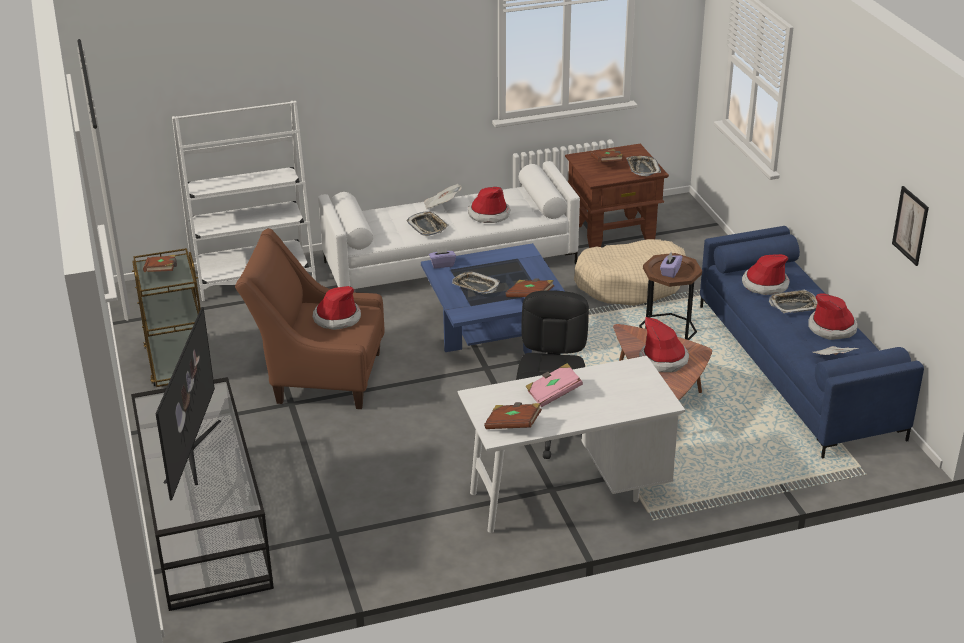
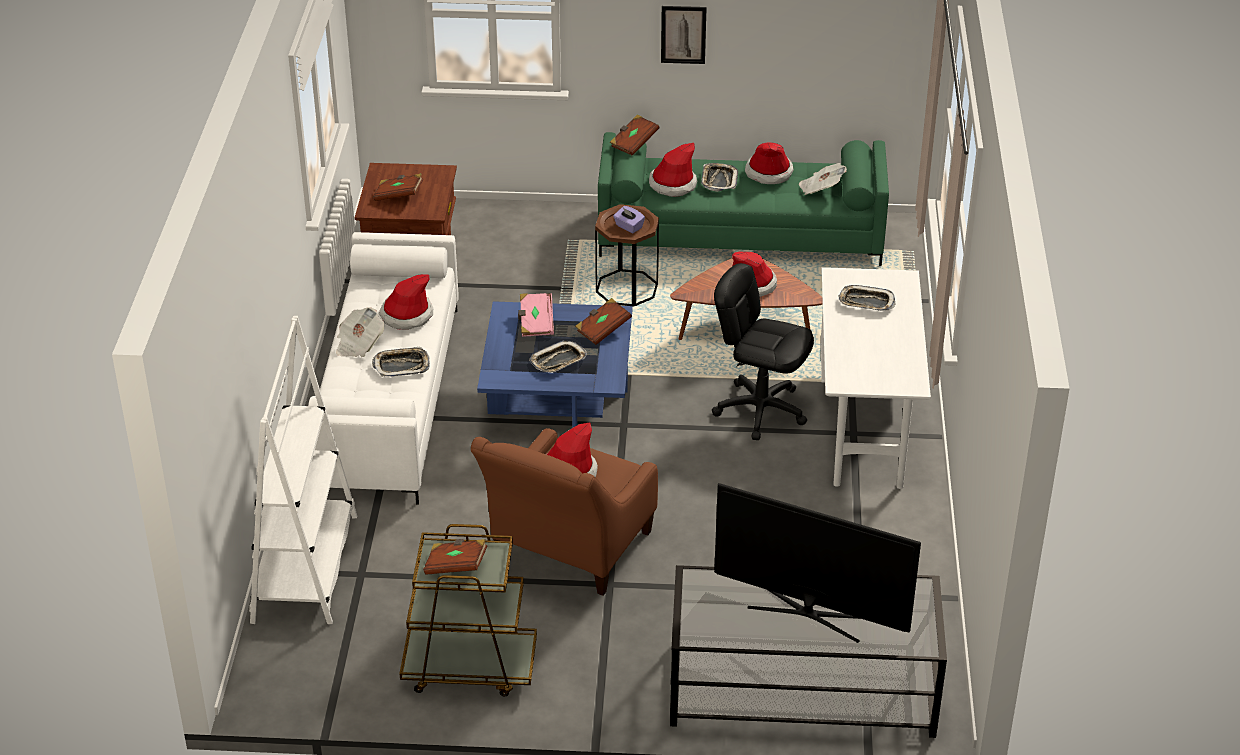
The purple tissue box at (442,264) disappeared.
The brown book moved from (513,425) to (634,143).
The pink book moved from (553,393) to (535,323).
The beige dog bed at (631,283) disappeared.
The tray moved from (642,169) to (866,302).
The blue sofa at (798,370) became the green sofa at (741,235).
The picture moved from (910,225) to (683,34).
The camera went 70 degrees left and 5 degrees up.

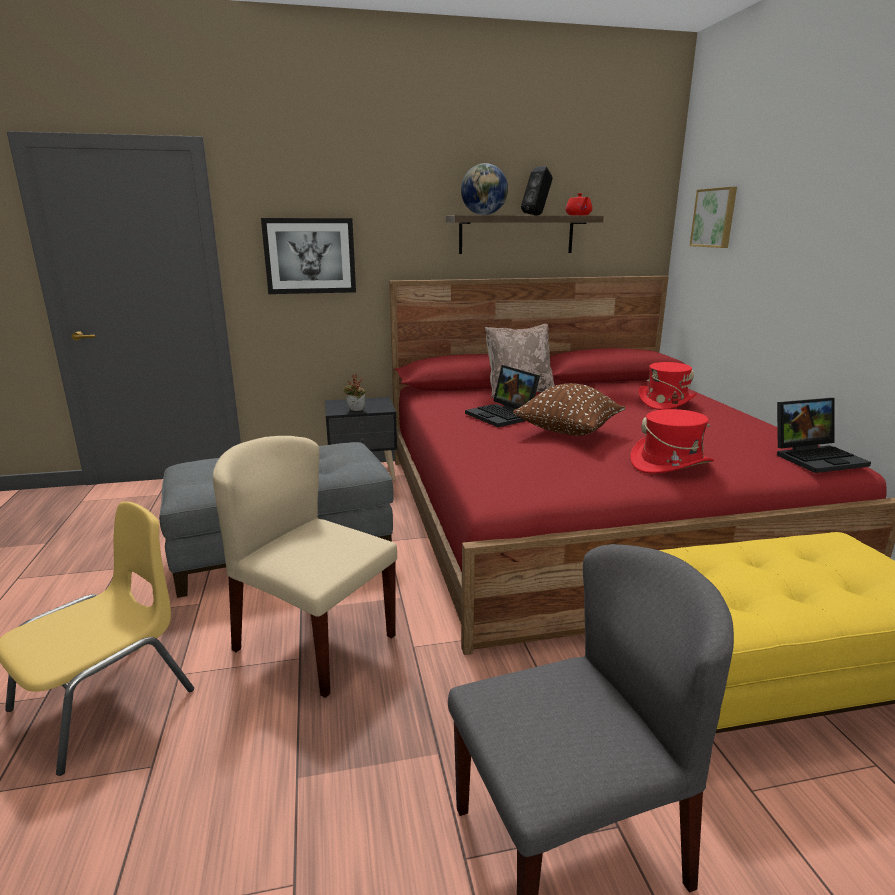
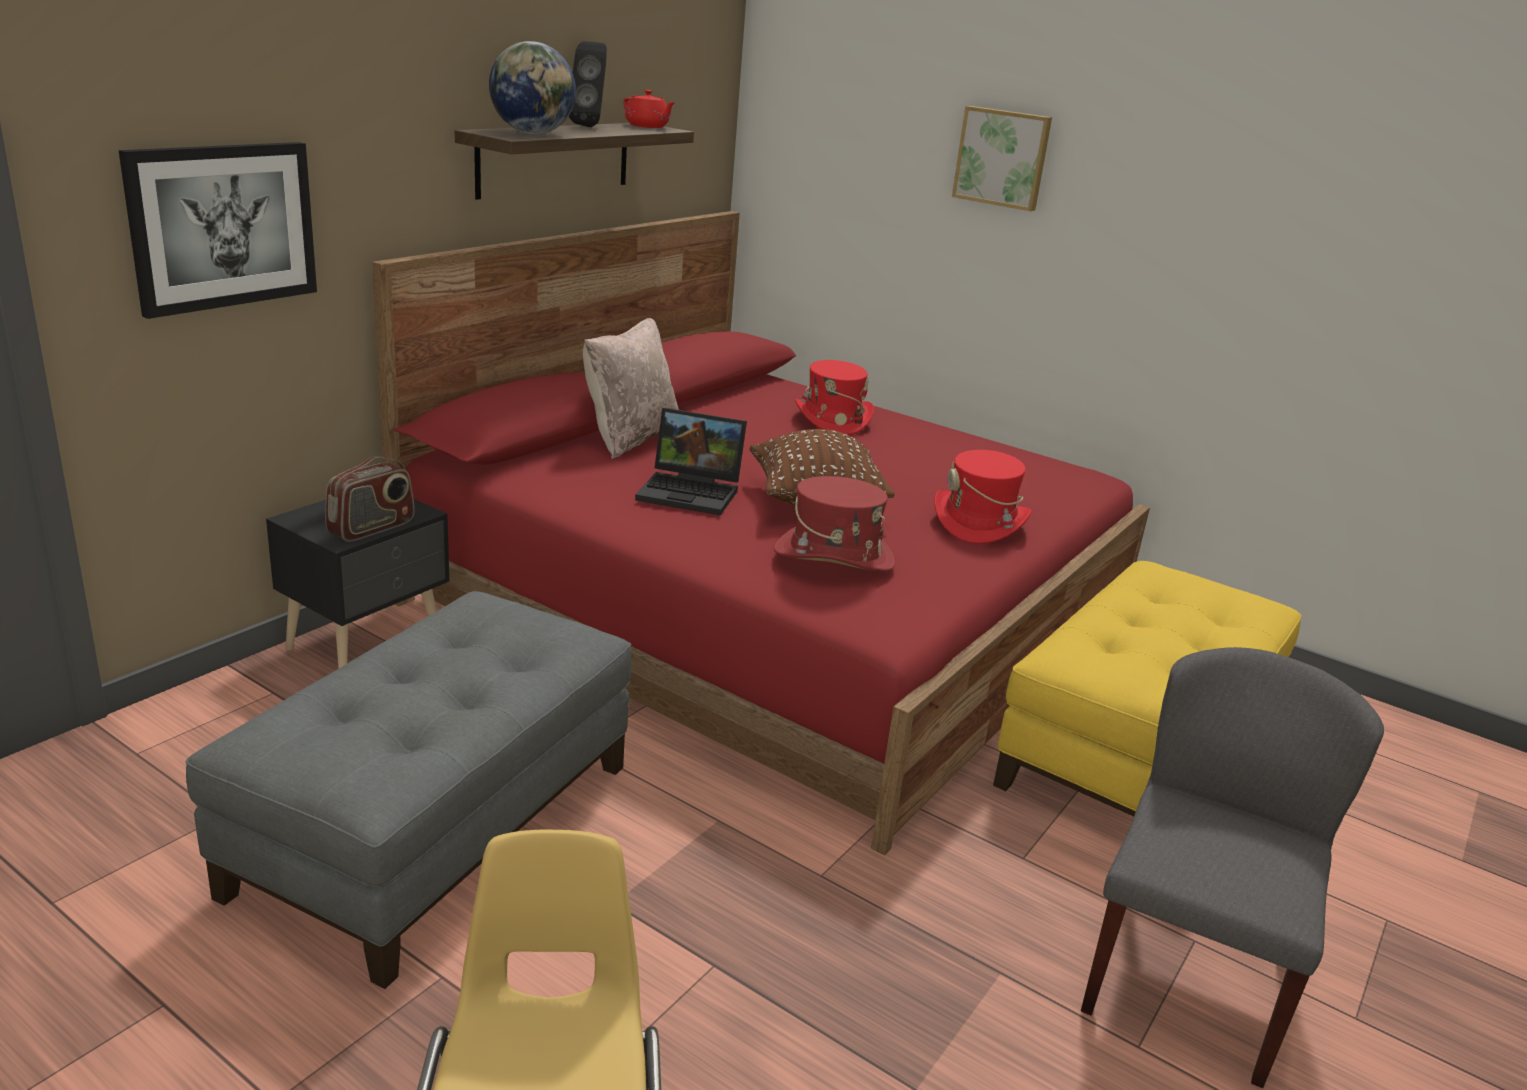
The beige chair at (313,642) disappeared.
The potted plant at (355,410) was replaced by the radio at (372,528).
The picture moved from (715,218) to (1002,158).
The laptop at (817,457) disappeared.
The red hat at (833,557) appeared.
The camera went 45 degrees left and 5 degrees up.

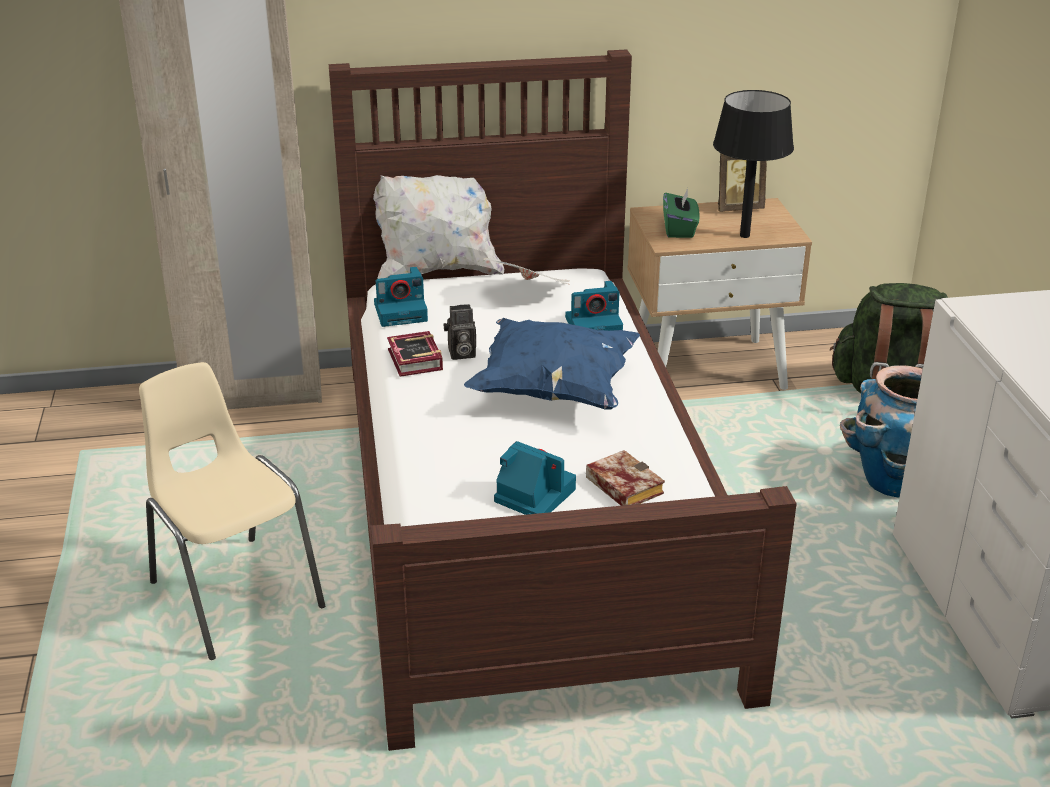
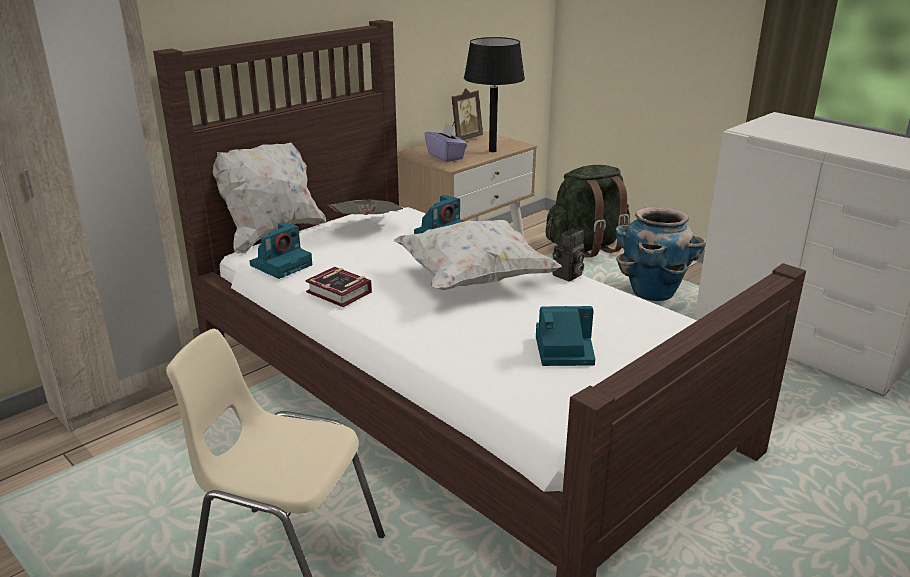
The photo camera moved from (460,354) to (567,276).
The blue pillow at (553,390) became the white pillow at (473,279).
The book at (620,485) disappeared.
The green tissue box at (679,229) became the purple tissue box at (446,156).
The camera went 35 degrees left and 5 degrees down.

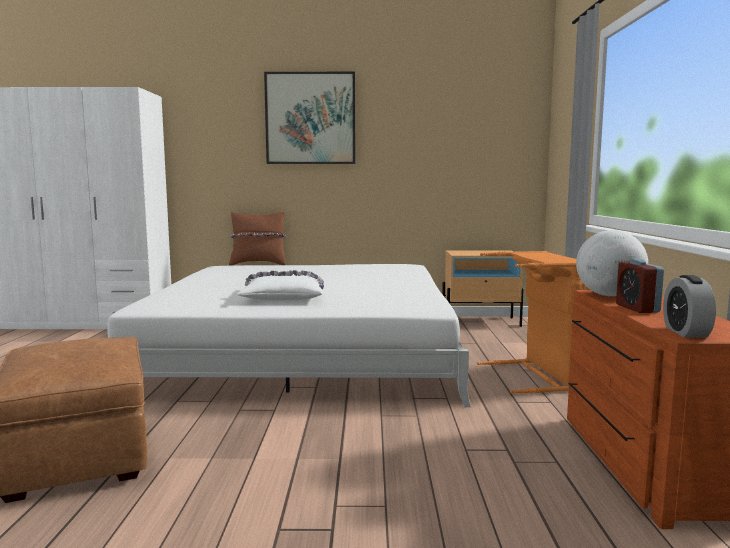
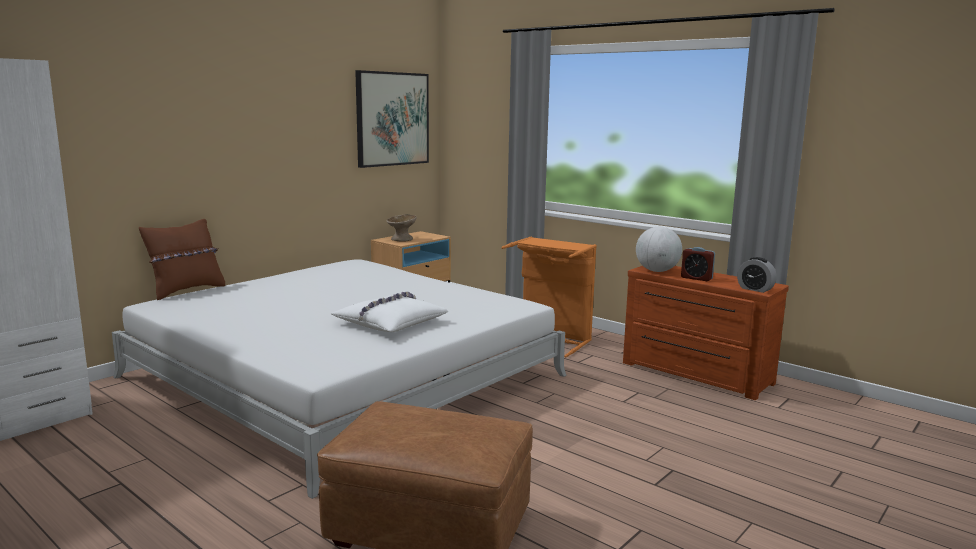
The picture moved from (310,118) to (392,119).
The beige bowl at (402,239) appeared.
The camera went 50 degrees left and 5 degrees up.

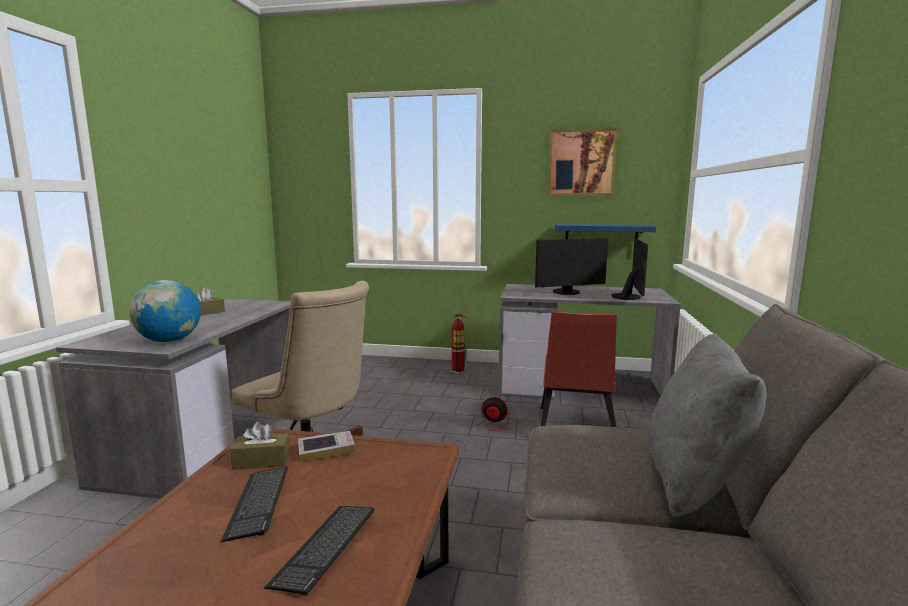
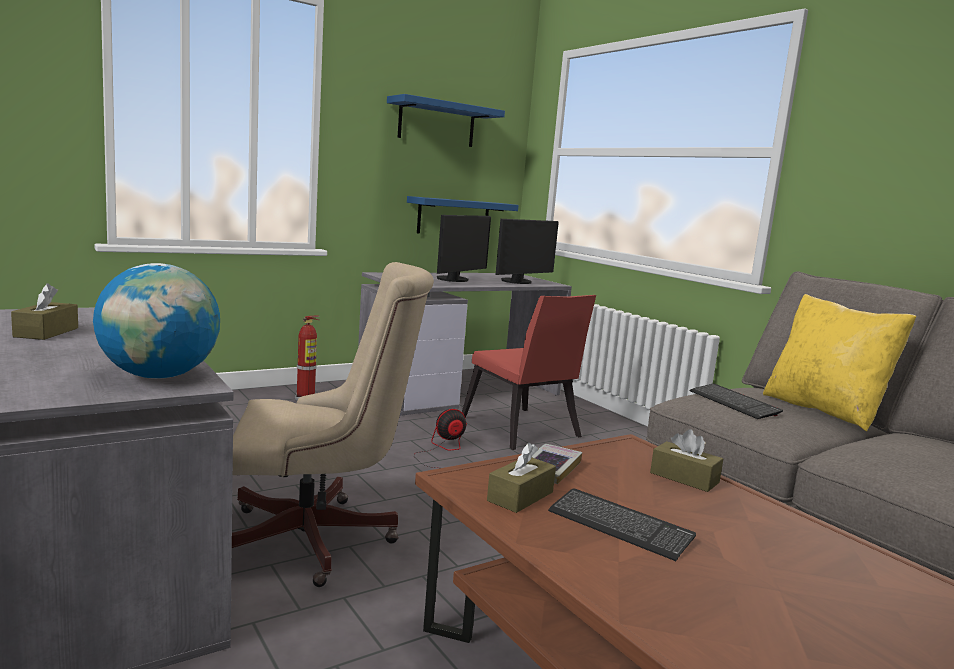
The keyboard moved from (325,548) to (733,403).
The picture at (581,163) was replaced by the blue shelf at (437,123).
The monitor at (629,297) turned 75 degrees clockwise.
The grey pillow at (694,481) became the yellow pillow at (824,410).
The brown tissue box at (684,478) appeared.
The camera went 45 degrees left and 0 degrees up.

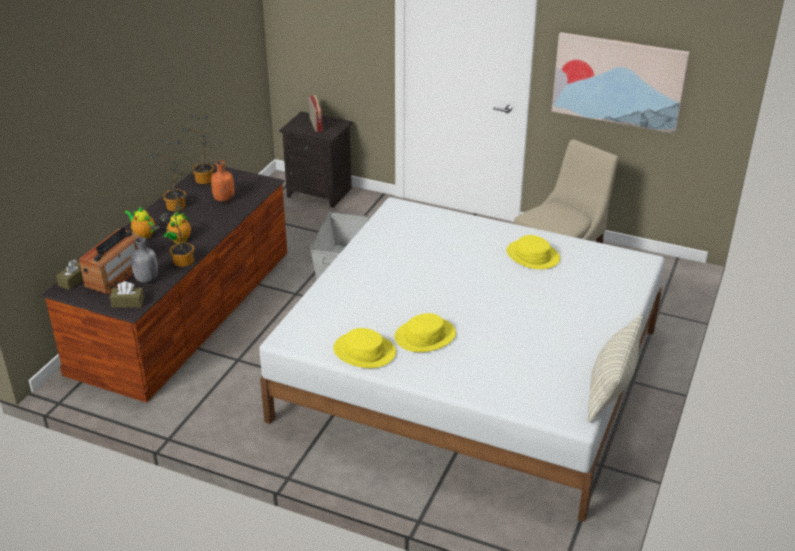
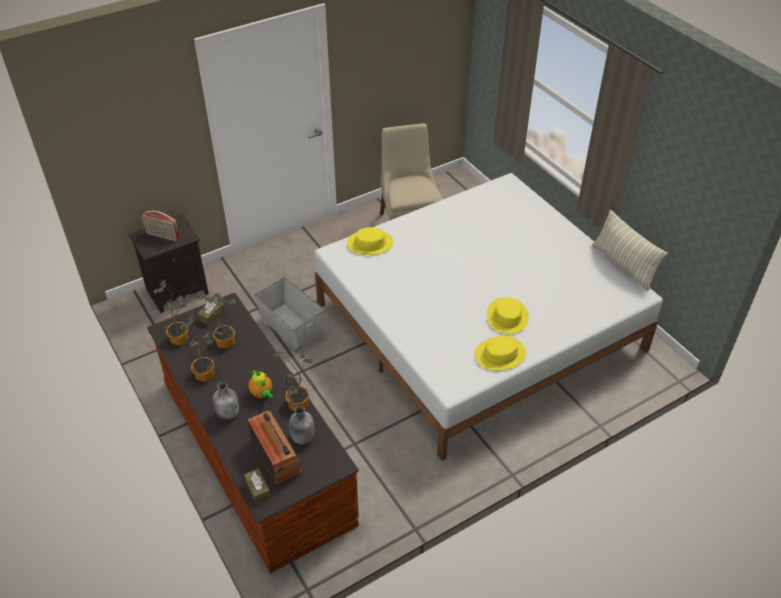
The brown tissue box moved from (128,302) to (212,315).
The teapot at (143,234) was replaced by the grey bottle at (228,413).
The orange bottle at (224,199) was replaced by the potted plant at (225,340).
The yellow hat moved from (532,255) to (370,243).
The picture at (618,81) disappeared.
The camera went 55 degrees left and 10 degrees up.

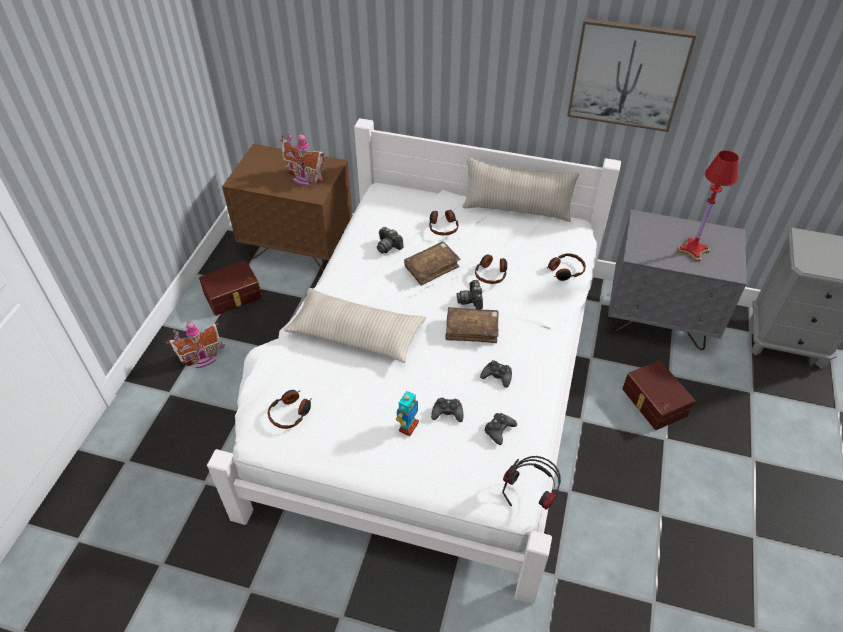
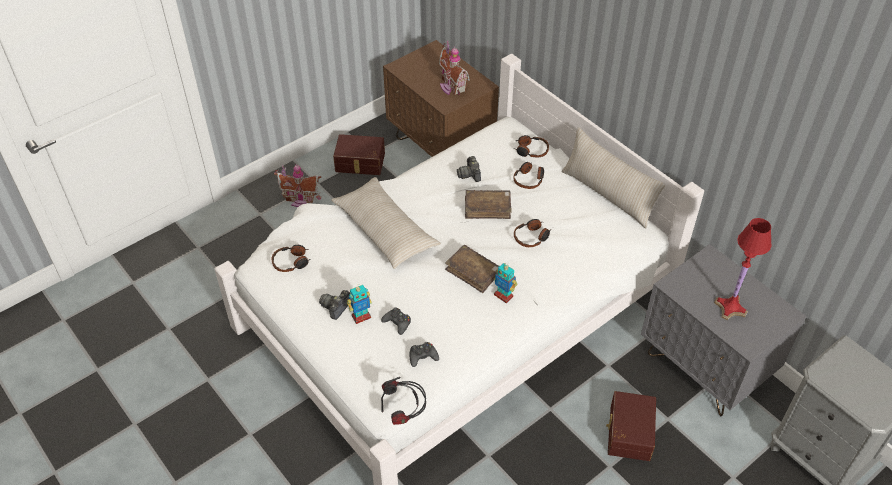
The photo camera moved from (471,300) to (336,307).
The black game controller at (497,376) disappeared.
The headphones moved from (565,271) to (531,150).
The picture at (628,74) disappeared.
The toy robot at (503,295) appeared.
The camera went 35 degrees right and 0 degrees up.

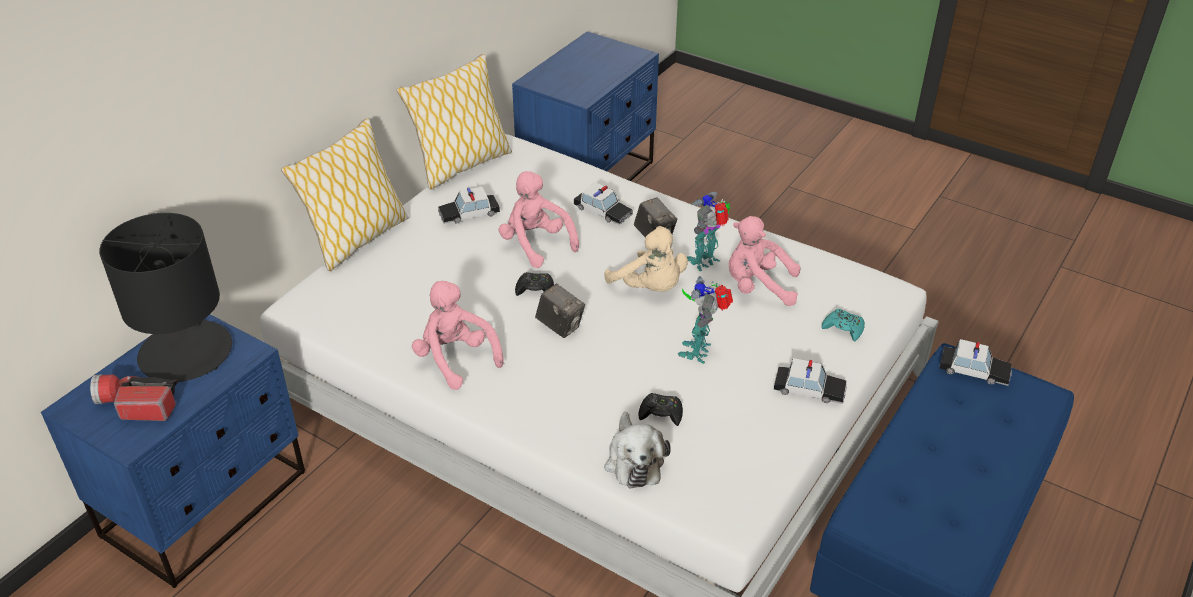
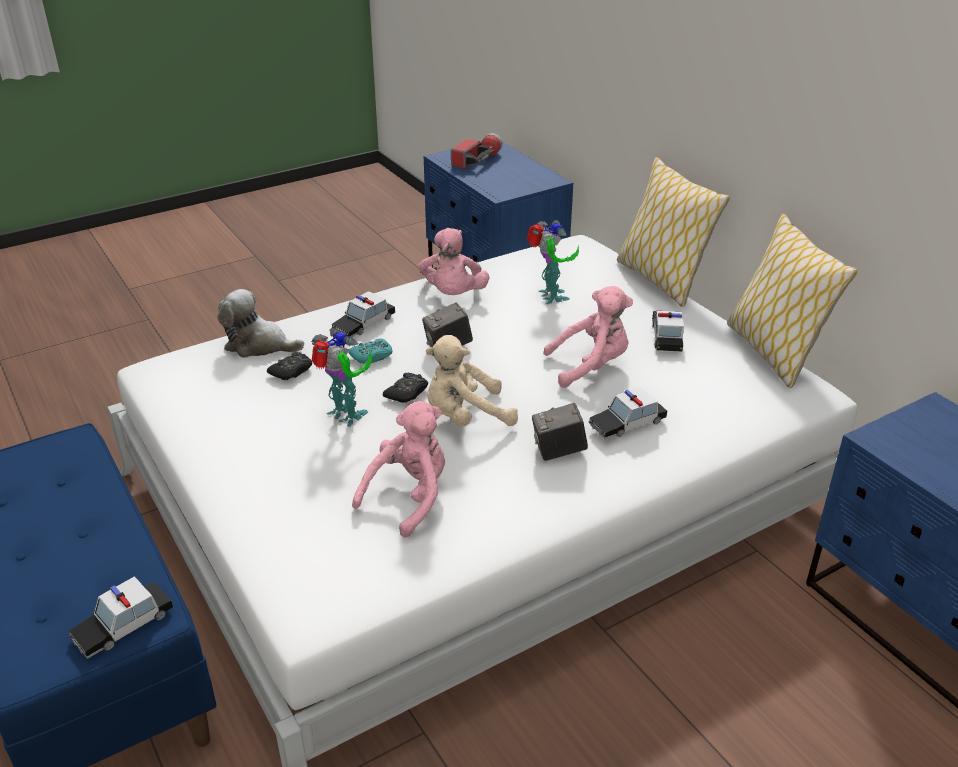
The black table lamp at (186,352) disappeared.
The pink plush toy at (455,359) turned 105 degrees clockwise.
The black game controller moved from (535,289) to (407,393).
The toy robot moved from (706,261) to (550,297).
The toy car moved from (809,390) to (364,324).
The turquoise game controller moved from (843,328) to (372,356).
The camera went 115 degrees right and 5 degrees down.

